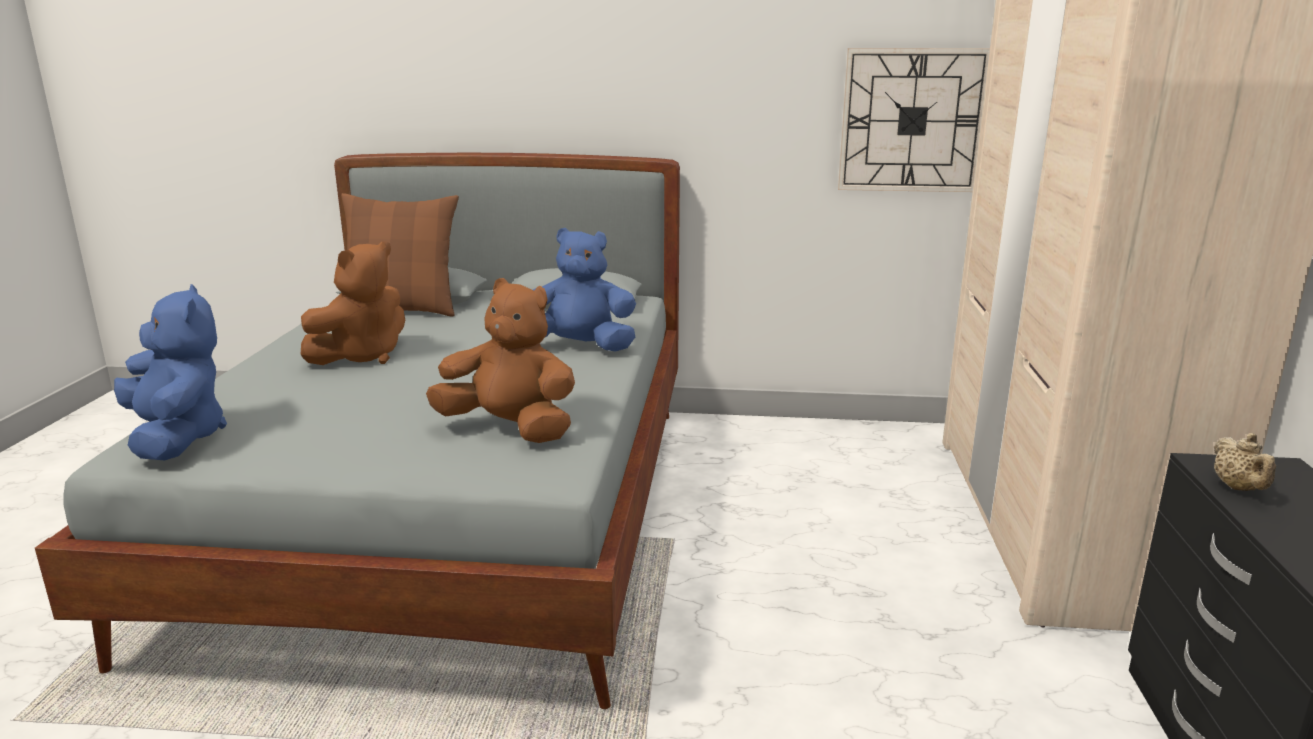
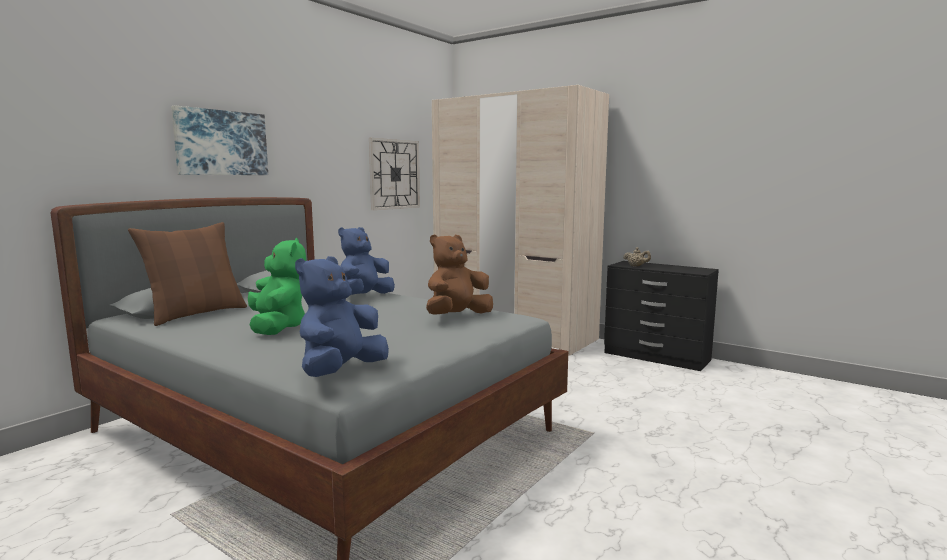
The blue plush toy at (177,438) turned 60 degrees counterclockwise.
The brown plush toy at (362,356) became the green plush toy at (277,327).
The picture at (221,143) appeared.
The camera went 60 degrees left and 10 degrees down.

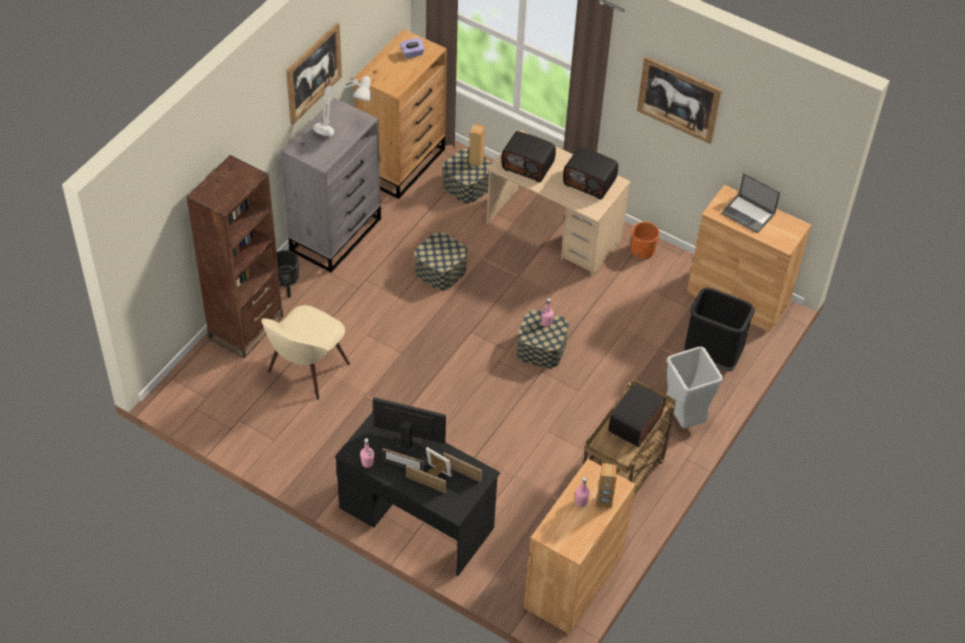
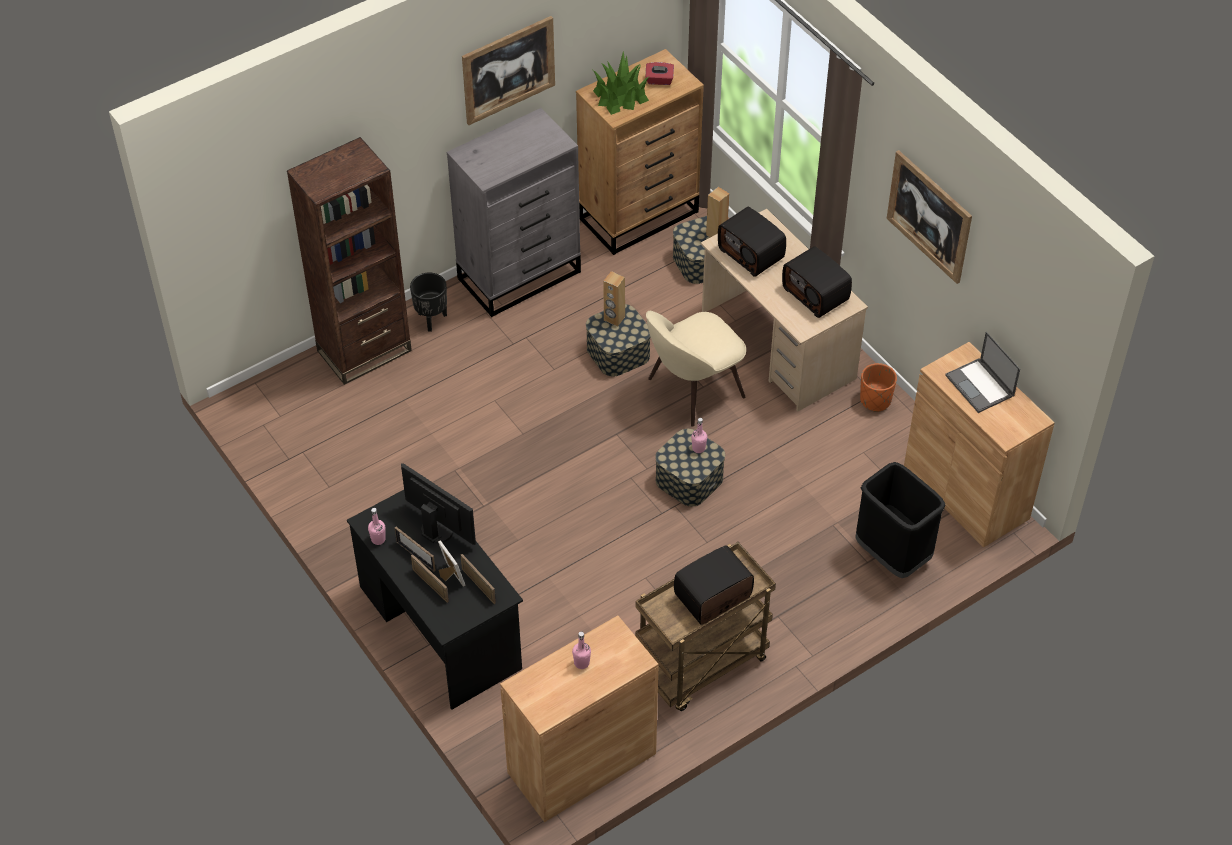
The beige chair moved from (306,370) to (692,389).
The grey table lamp at (342,128) disappeared.
The purple tissue box at (412,53) became the red tissue box at (659,80).
The brown speaker moved from (604,501) to (614,318).
The grey trash can at (684,417) disappeared.
The potted plant at (620,96) appeared.
The camera went 25 degrees right and 0 degrees up.

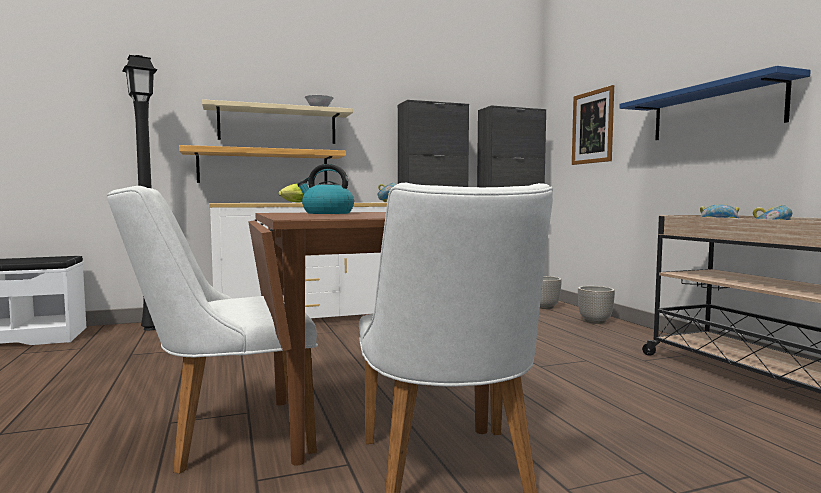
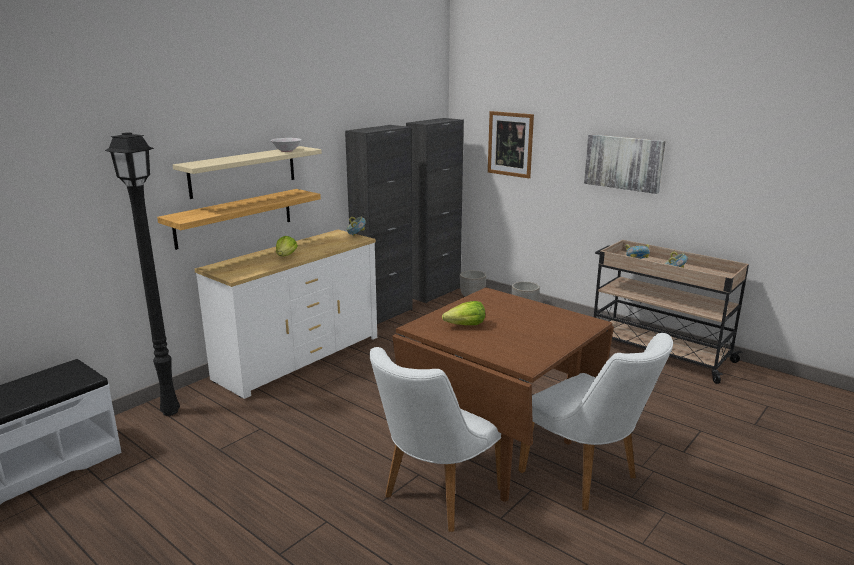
The kettle at (327,213) was replaced by the lettuce at (465,326).
The blue shelf at (714,111) was replaced by the picture at (623,163).
The camera went 30 degrees left and 15 degrees up.

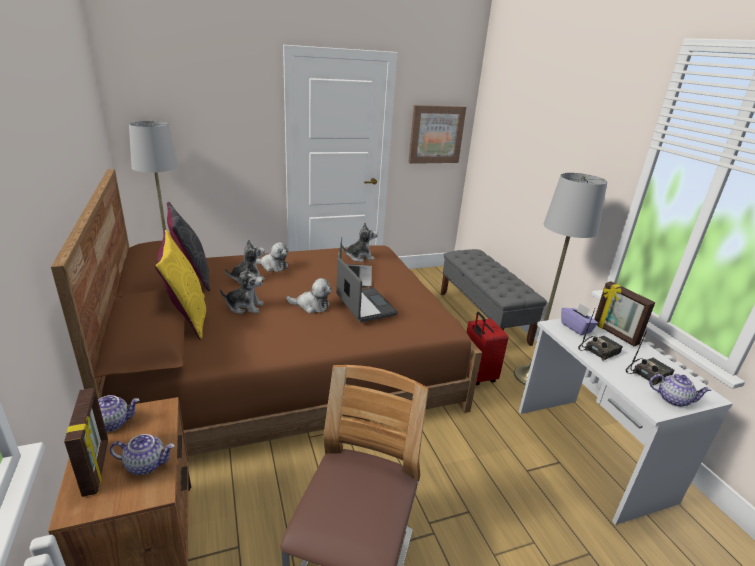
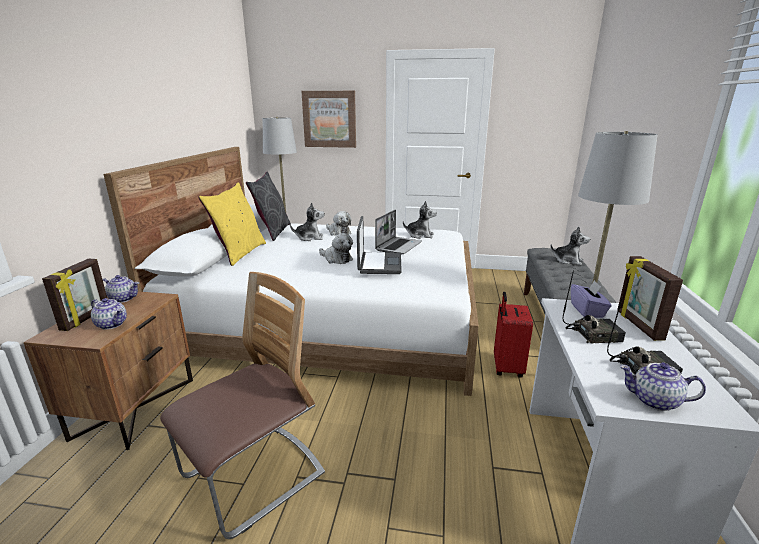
The brown bed at (288,365) became the white bed at (332,320).
The plush toy moved from (244,307) to (568,261).
The picture moved from (436,134) to (329,119).
The teapot at (673,399) turned 150 degrees clockwise.
The camera went 30 degrees right and 5 degrees down.

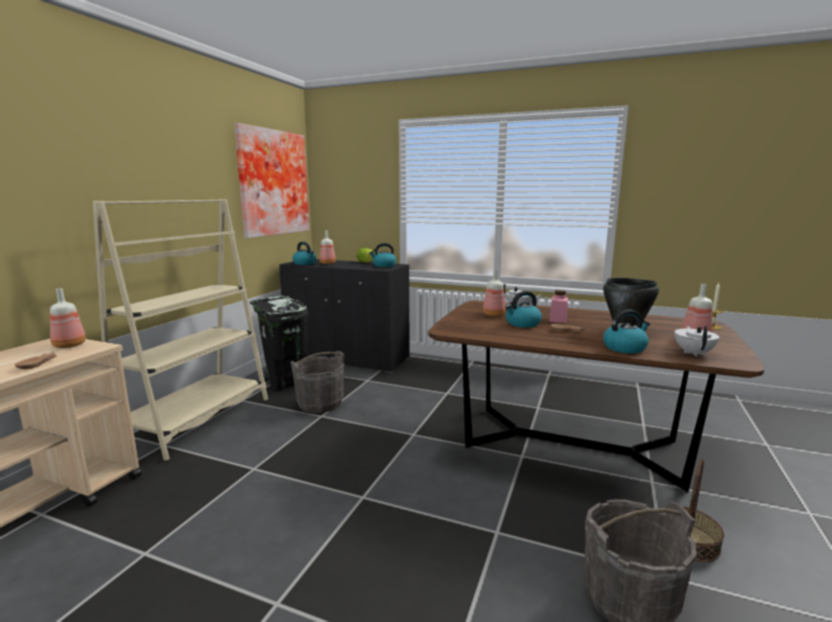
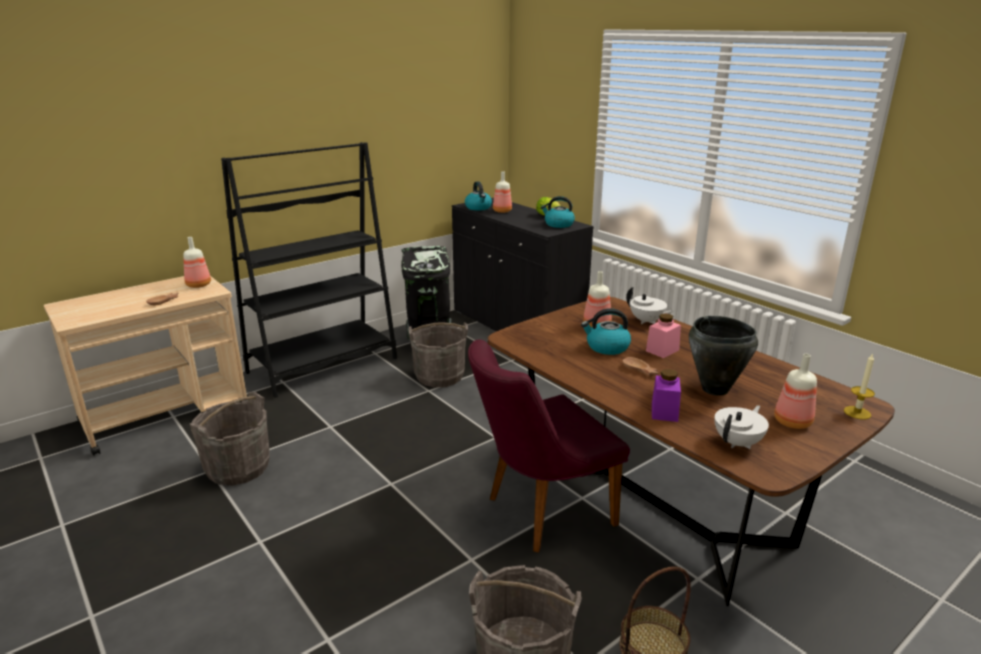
The beige bookcase at (197,421) became the black bookcase at (323,365).
The picture at (271,183) disappeared.
The kettle at (625,348) was replaced by the purple jar at (664,412).
The grey bucket at (238,468) appeared.
The purple chair at (539,512) appeared.
The camera went 30 degrees right and 10 degrees up.

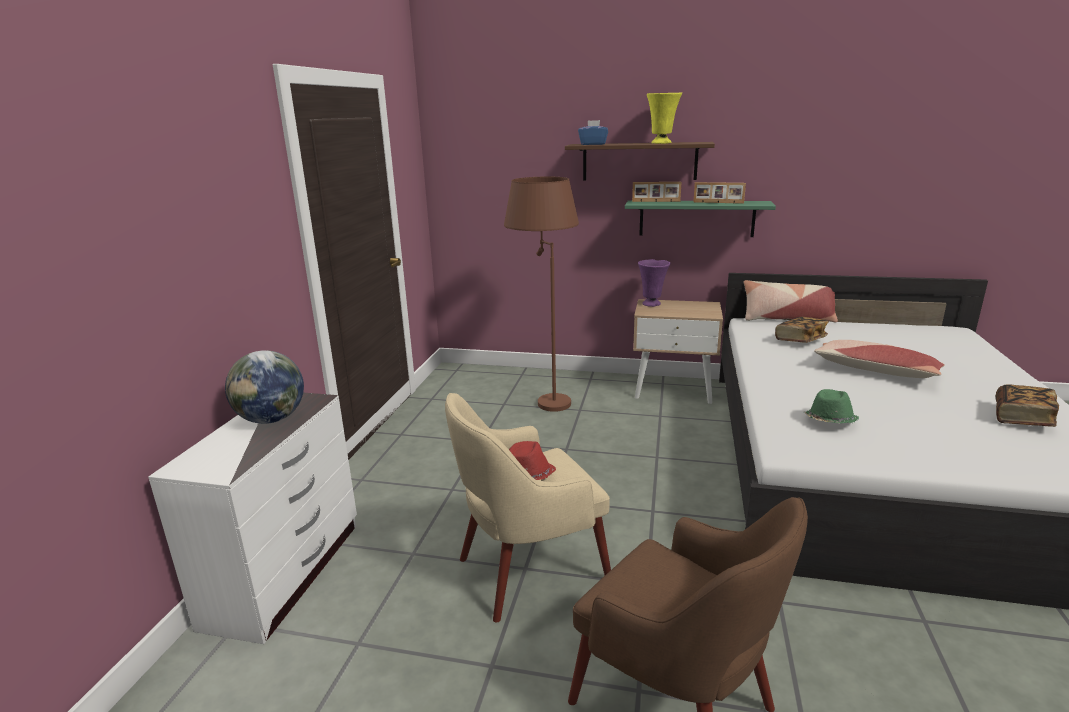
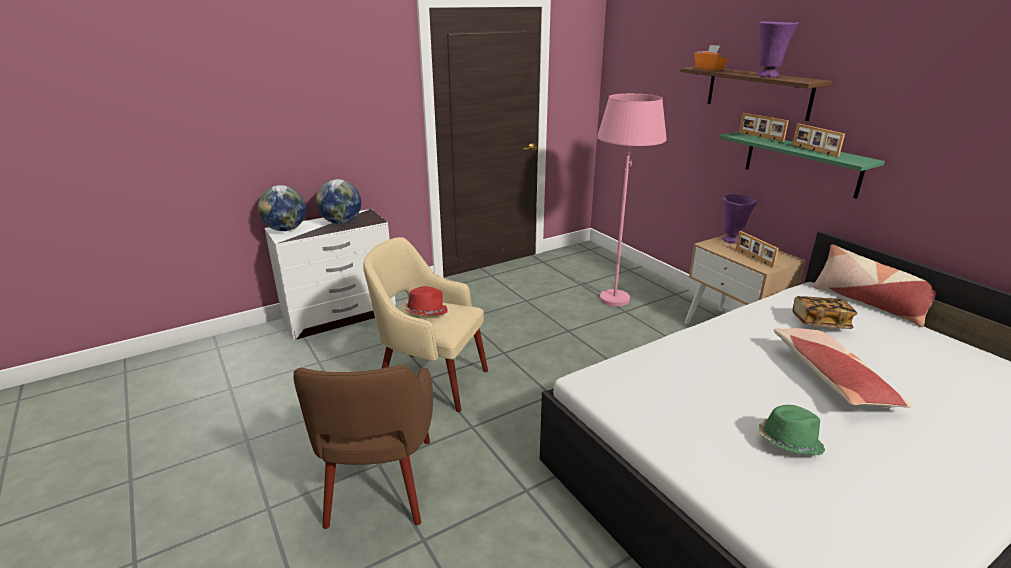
The brown floor lamp at (545,397) became the pink floor lamp at (616,292).
The blue tissue box at (593,144) became the orange tissue box at (709,69).
The yellow vase at (662,143) became the purple vase at (768,76).
The green hat moved from (830,421) to (788,442).
The book at (1022,418) disappeared.
The globe at (286,229) appeared.
The picture frame at (753,258) appeared.
The camera went 45 degrees right and 5 degrees up.

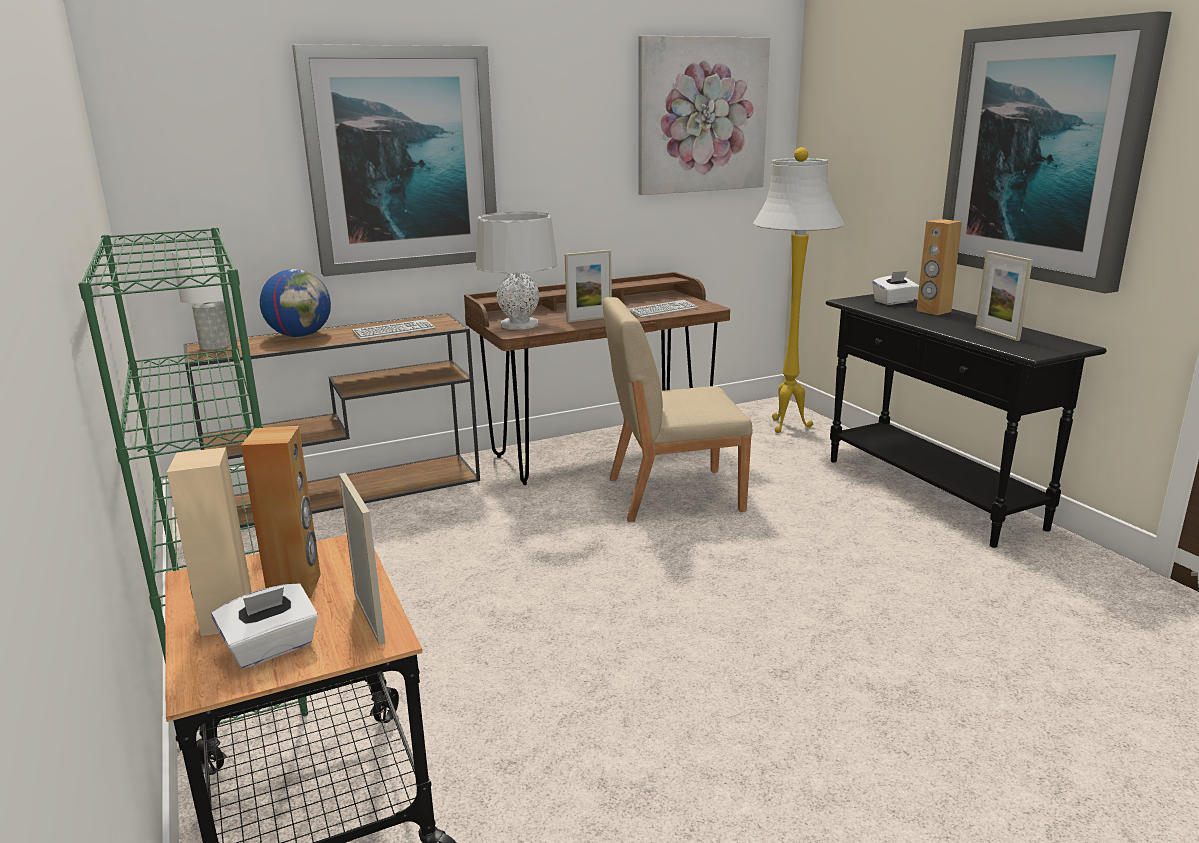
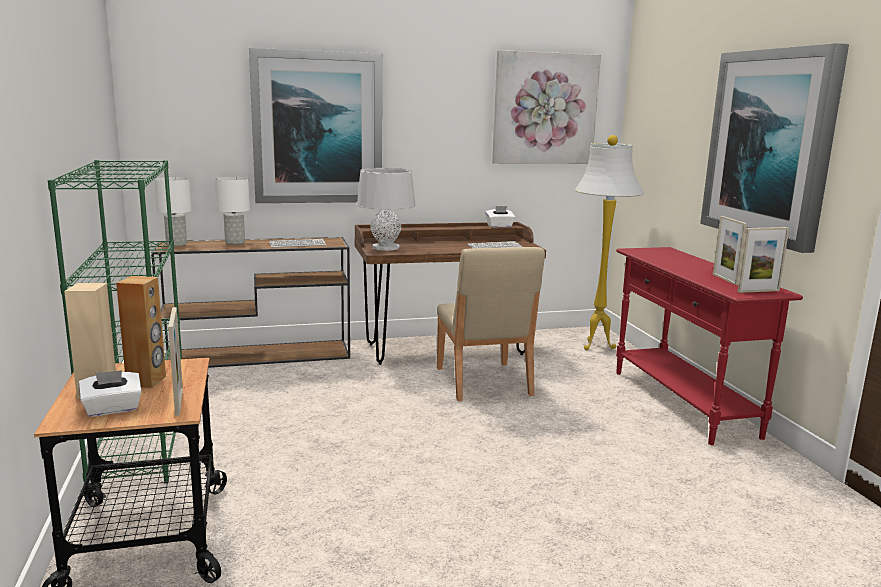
The globe at (300,336) was replaced by the white table lamp at (234,242).
The picture frame moved from (589,319) to (758,291).
The beige chair at (672,494) turned 105 degrees counterclockwise.
The black console table at (930,493) became the red console table at (682,403).
The white tissue box moved from (894,302) to (499,226).
The brown speaker at (933,311) disappeared.
The camera went 10 degrees right and 5 degrees down.

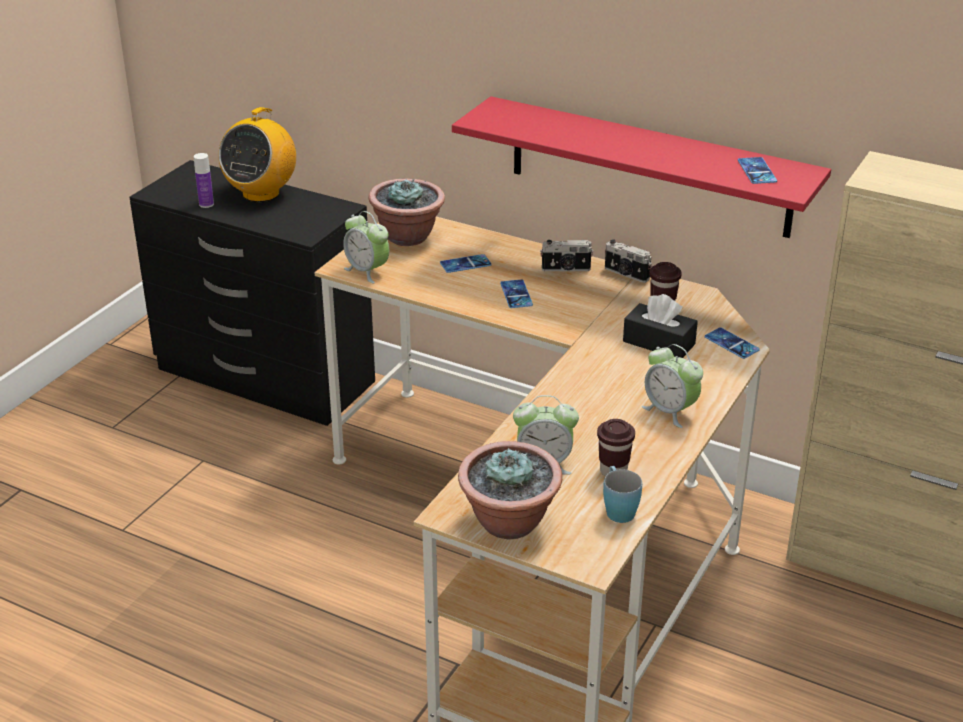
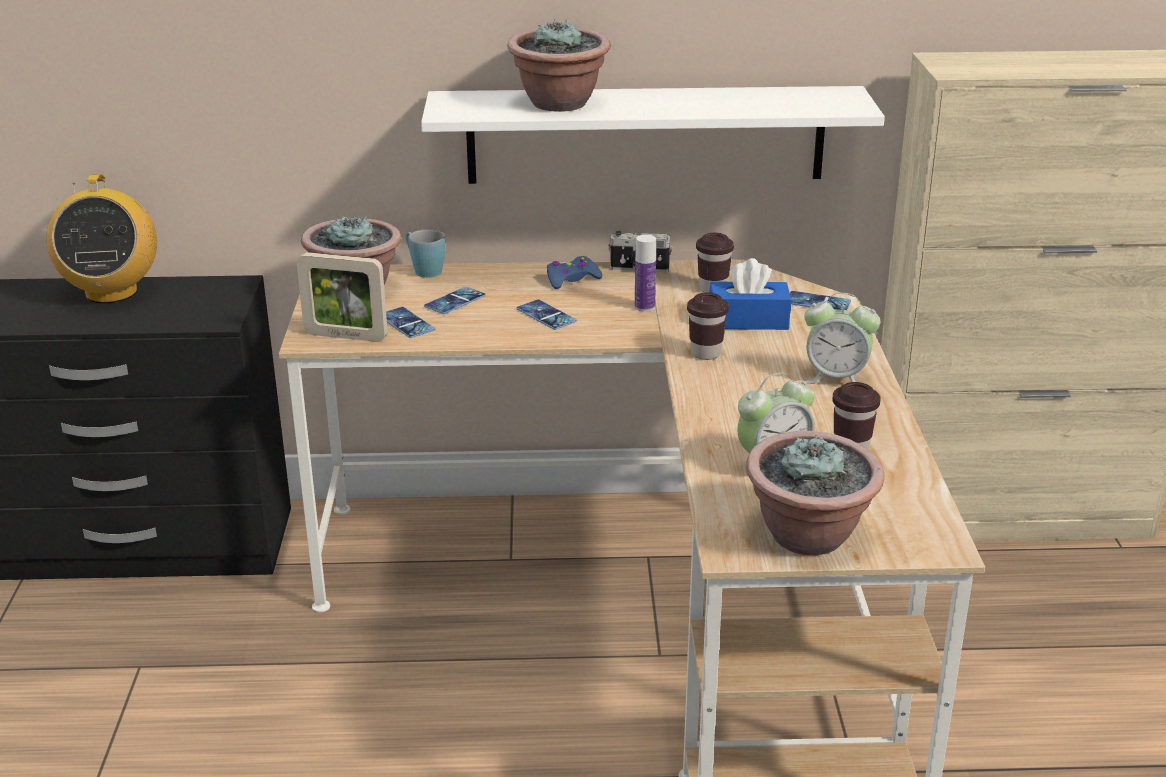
The bottle moved from (206,204) to (644,307).
The alarm clock at (367,271) was replaced by the picture frame at (346,336).
The red shelf at (649,167) became the white shelf at (645,134).
The photo camera at (566,269) was replaced by the blue game controller at (572,279).
The blue mug moved from (618,509) to (423,270).
The black tissue box at (659,343) became the blue tissue box at (748,320).
The phone moved from (757,171) to (406,323).
The potted plant at (560,104) appeared.
The brown cup at (705,354) appeared.
The camera went 30 degrees left and 5 degrees down.

